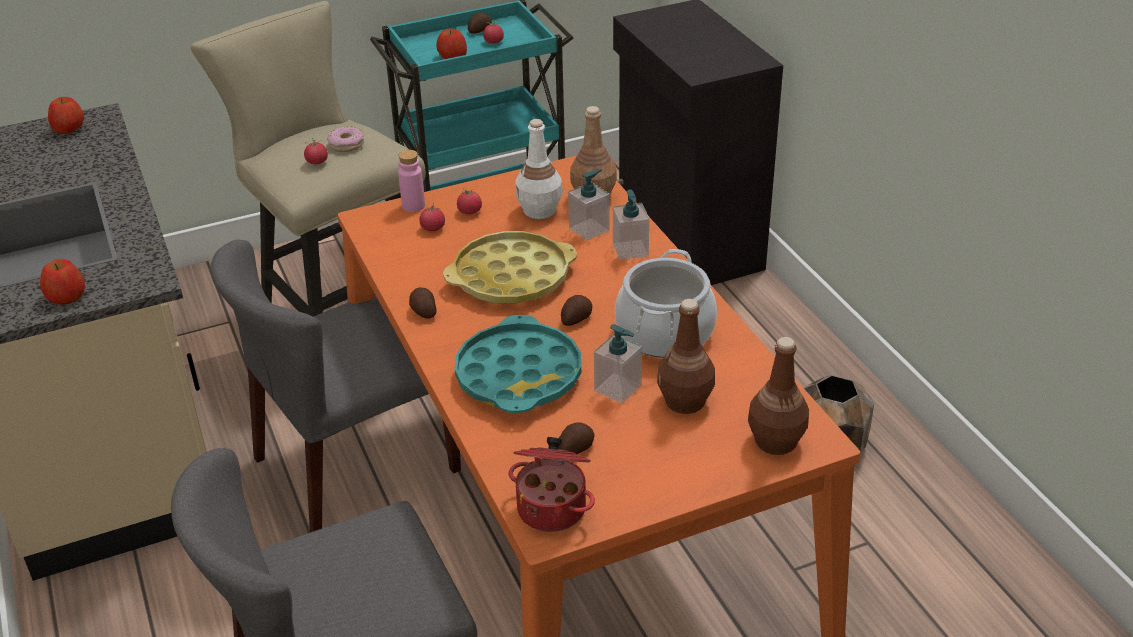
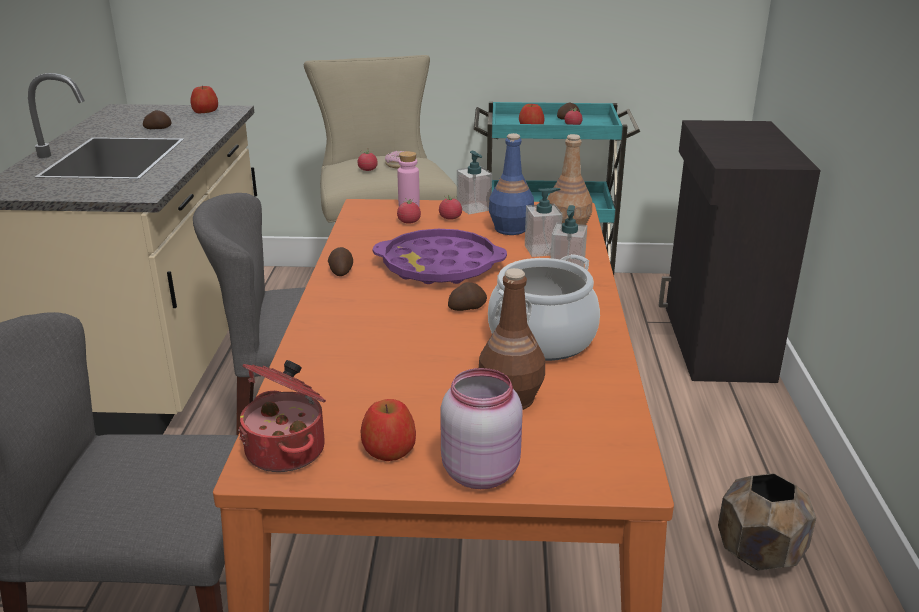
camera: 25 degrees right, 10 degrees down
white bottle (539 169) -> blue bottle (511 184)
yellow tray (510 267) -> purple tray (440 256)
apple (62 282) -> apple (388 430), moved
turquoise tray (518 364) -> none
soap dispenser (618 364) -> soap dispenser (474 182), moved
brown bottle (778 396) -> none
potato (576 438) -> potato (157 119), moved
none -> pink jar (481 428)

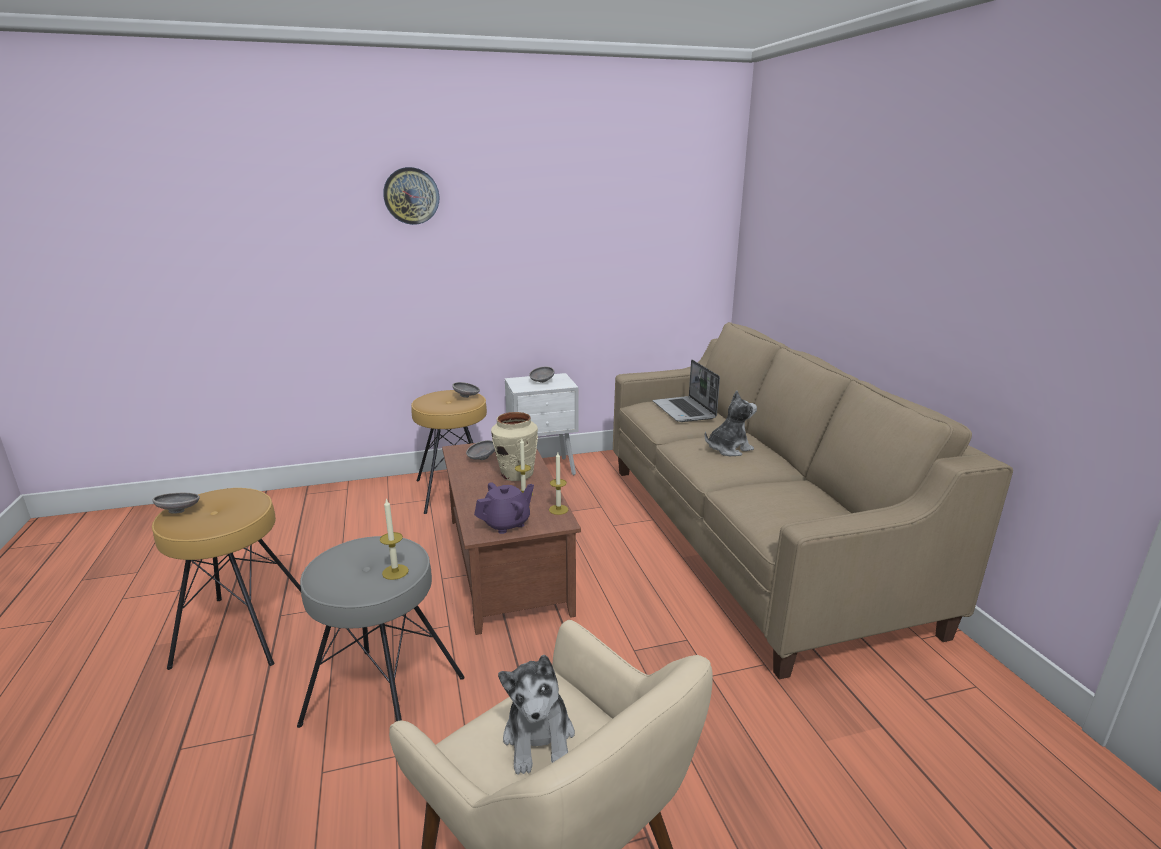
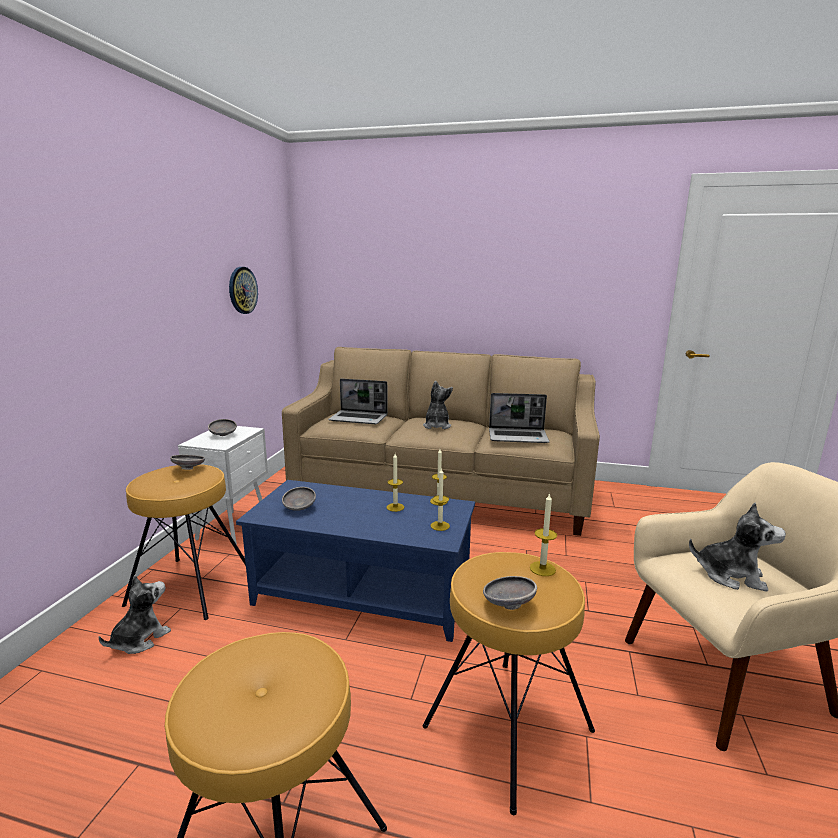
camera: 60 degrees left, 5 degrees down
wall clock (411 196) -> wall clock (243 290), moved
beige vase (514 446) -> none
brown coffee table (511 539) -> blue coffee table (355 561)
purple teapot (504 508) -> candle (440 499)
grey bowl (176 503) -> grey bowl (510 593), moved
grey stool (381 632) -> brown stool (509 683)
none -> laptop (519 418)
none -> plush toy (134 614)

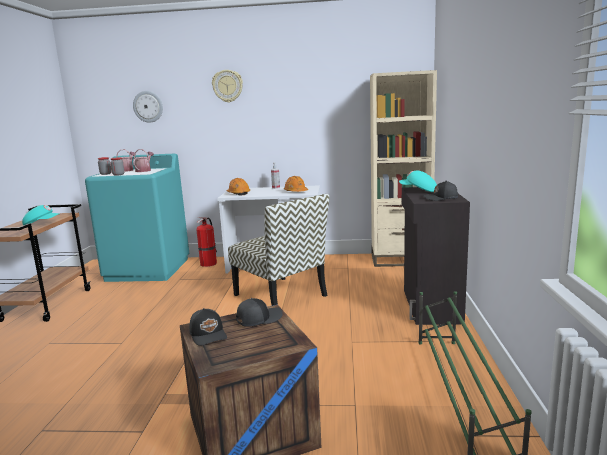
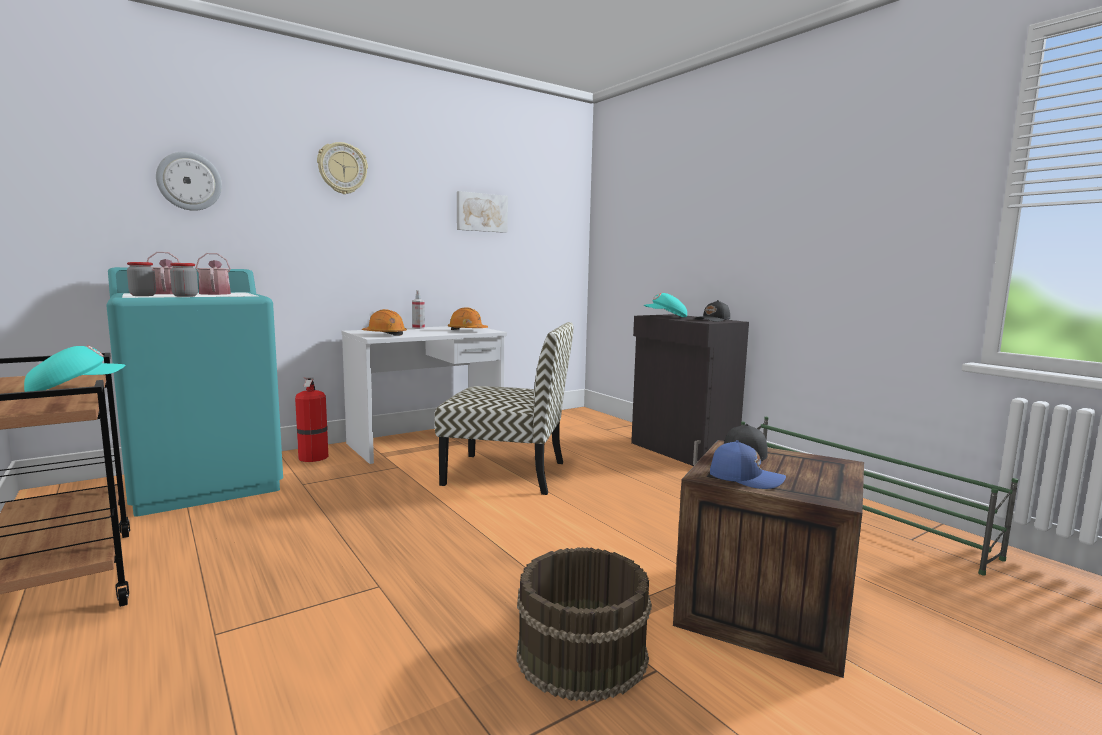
camera: 40 degrees left, 5 degrees down
beige bookcase (403 168) -> none
black cap (208 327) -> blue cap (748 464)
none -> picture (482 212)
none -> brown bucket (584 624)

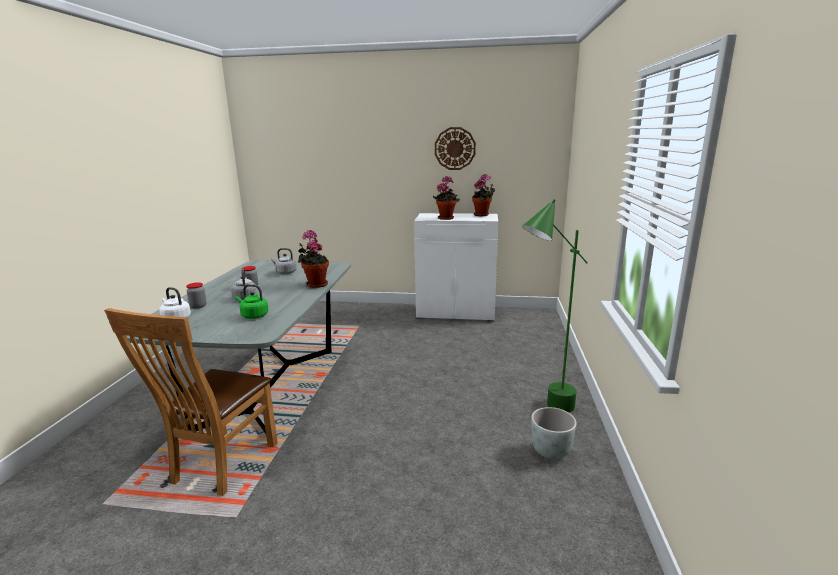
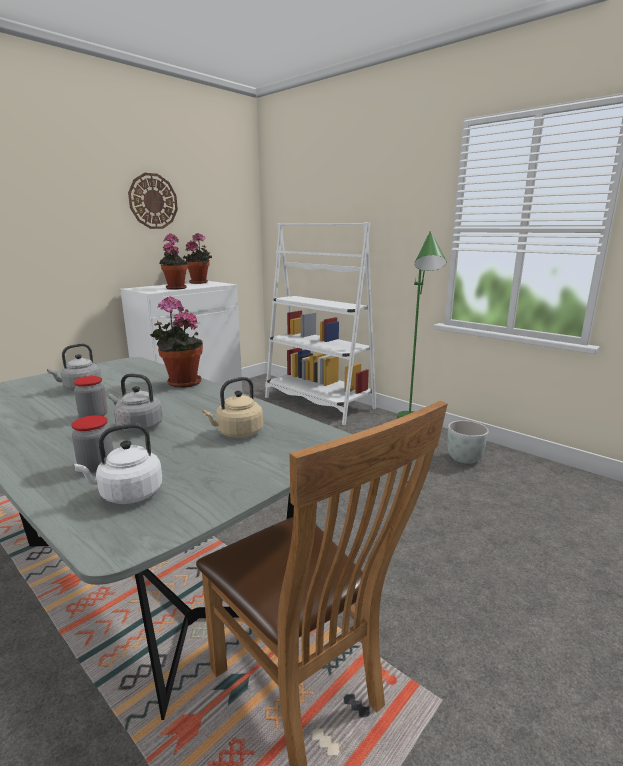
camera: 55 degrees left, 0 degrees up
green kettle (252 301) -> beige kettle (232 407)
none -> white bookcase (320 323)

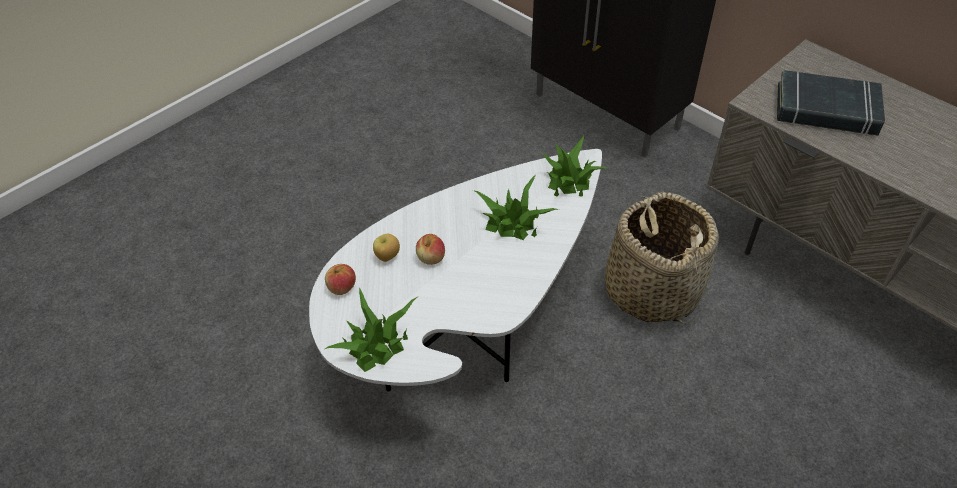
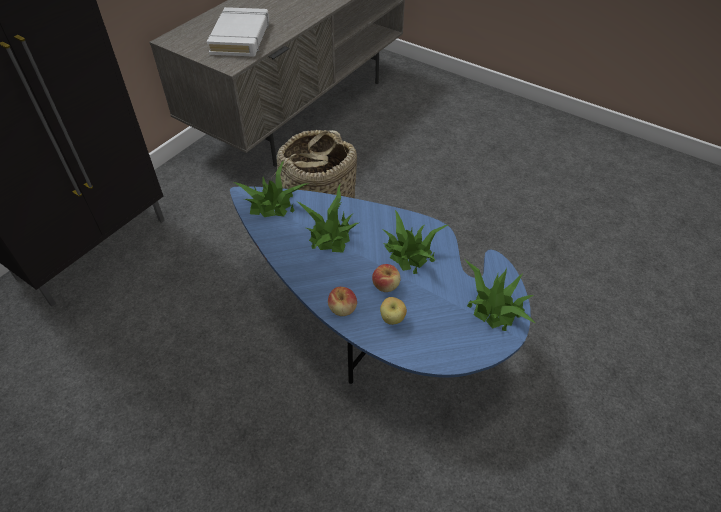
camera: 100 degrees left, 0 degrees up
black book (831 103) -> white book (238 32)
white coffee table (455 270) -> blue coffee table (380 285)
apple (340 279) -> apple (342 301), moved
none -> potted plant (415 242)

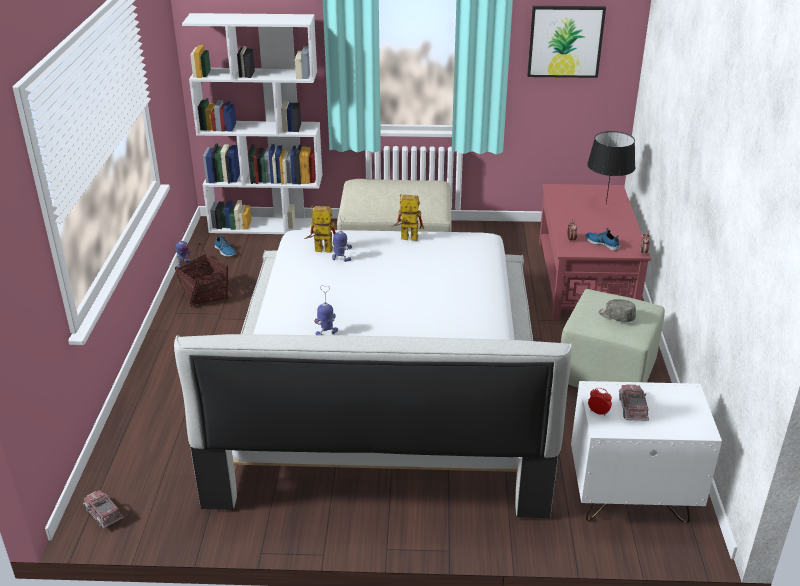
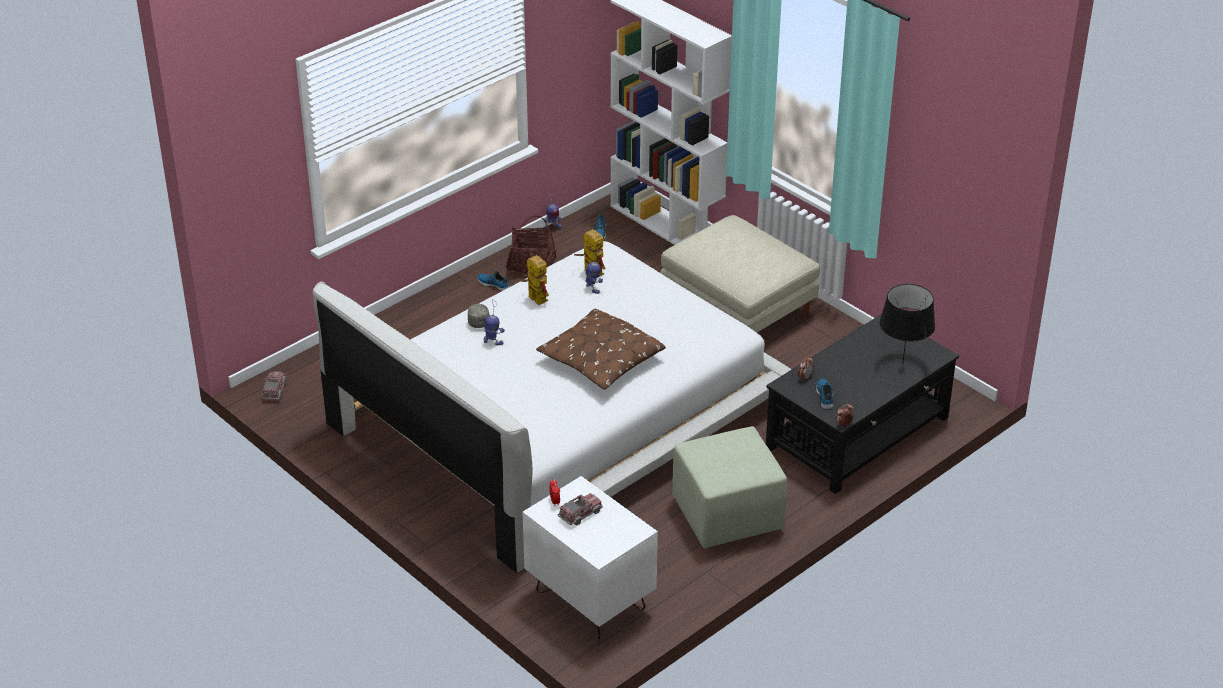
camera: 45 degrees right, 5 degrees up
picture (566 42) -> none
red coffee table (595 251) -> black coffee table (862 404)
toy robot (407 217) -> toy robot (533 279), moved
grey cap (617 310) -> grey cap (478 316), moved
none -> shoe (493 280)
none -> brown pillow (601 349)

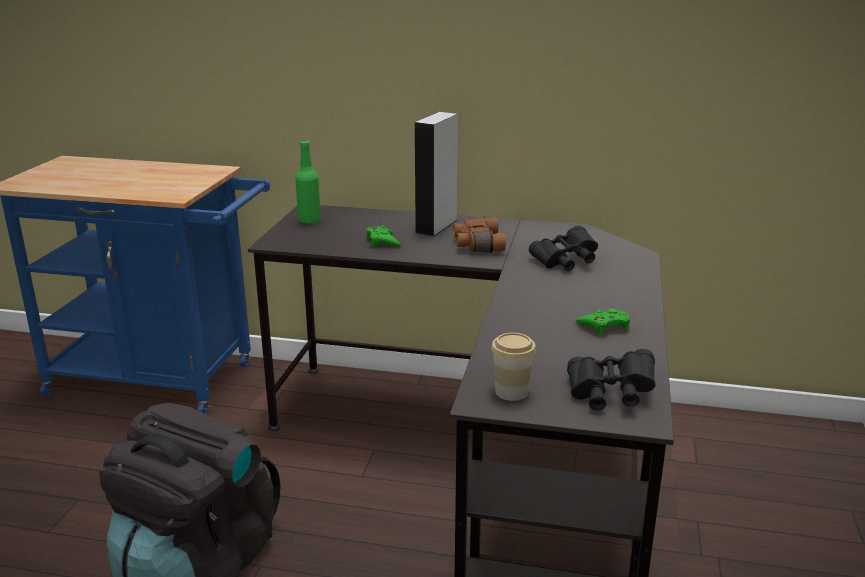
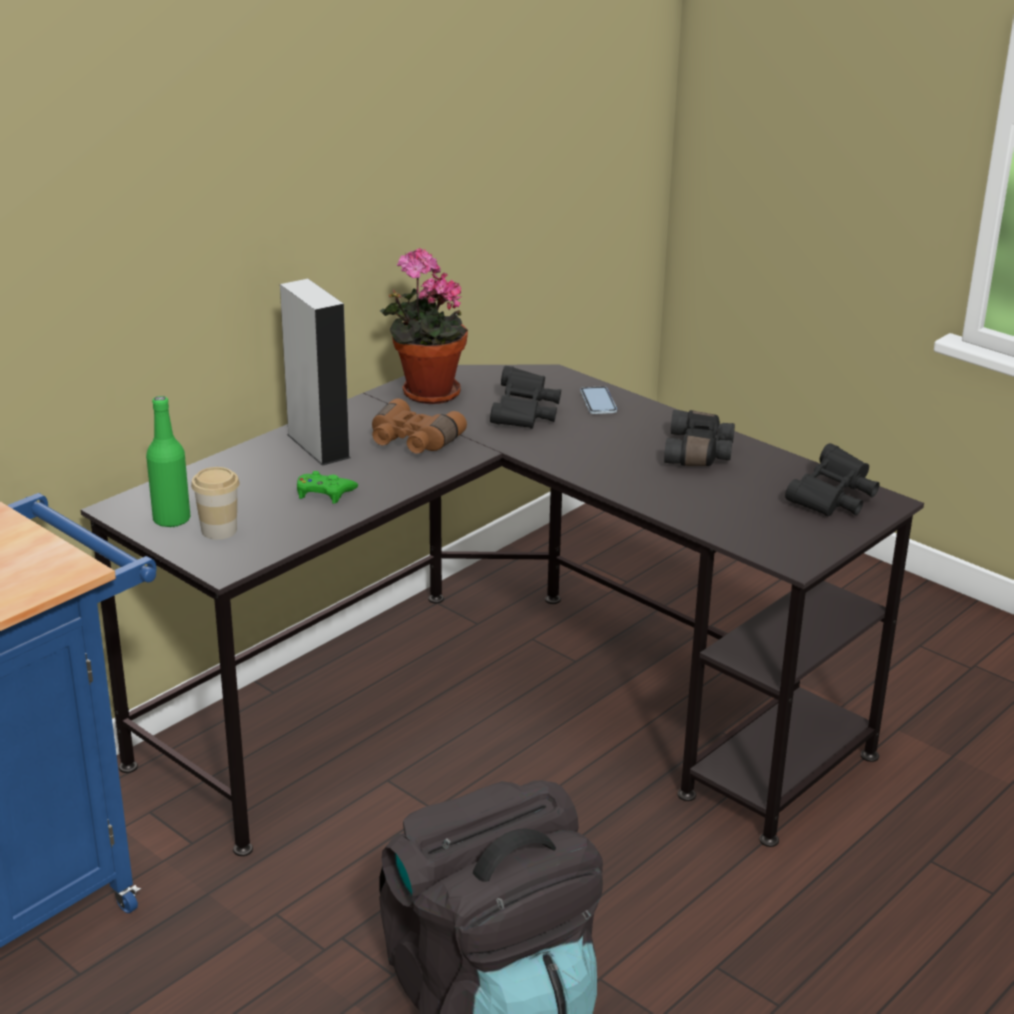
camera: 60 degrees left, 5 degrees up
green game controller (603 322) -> black binoculars (699 438)
cup (513 367) -> cup (215 503), moved
none -> potted plant (424 326)
none -> phone (598 400)

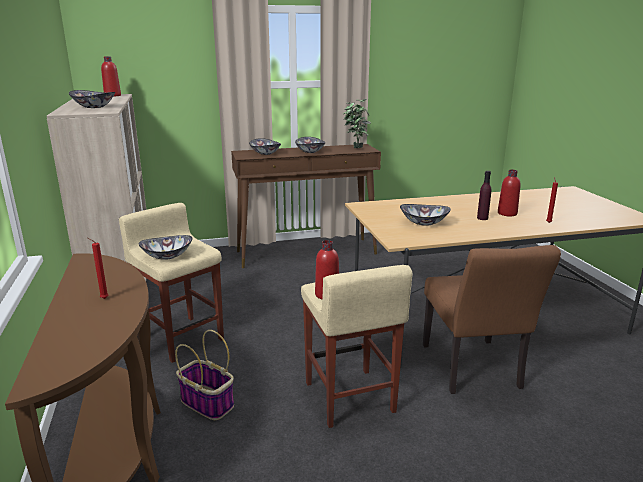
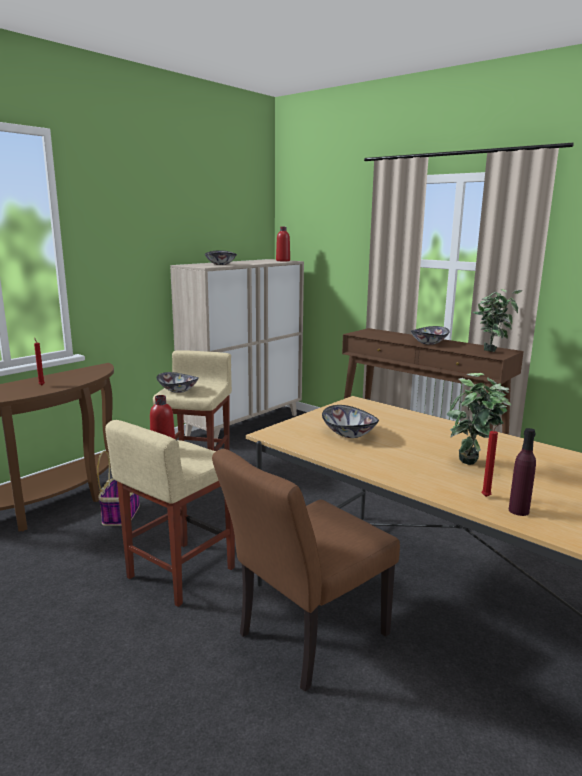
camera: 55 degrees right, 5 degrees down
bowl (265 146) -> none
red bottle (509 193) -> potted plant (479 419)
purple bottle (484 195) -> purple bottle (522 472), moved

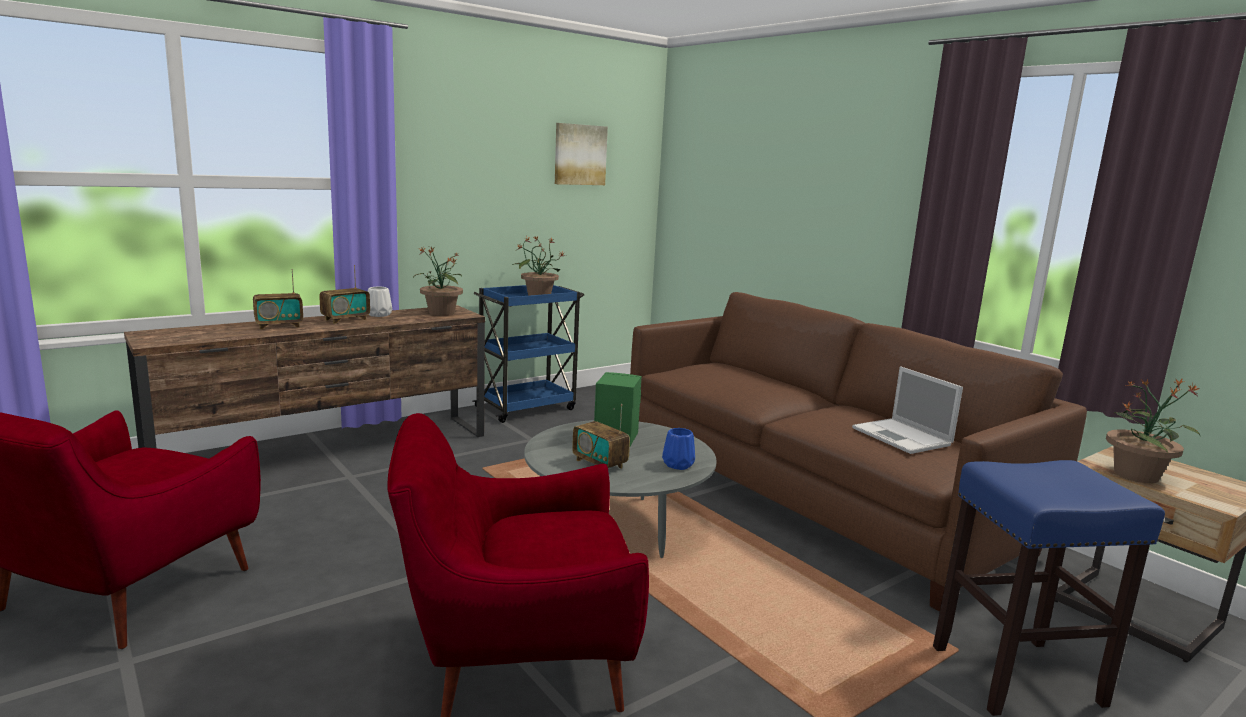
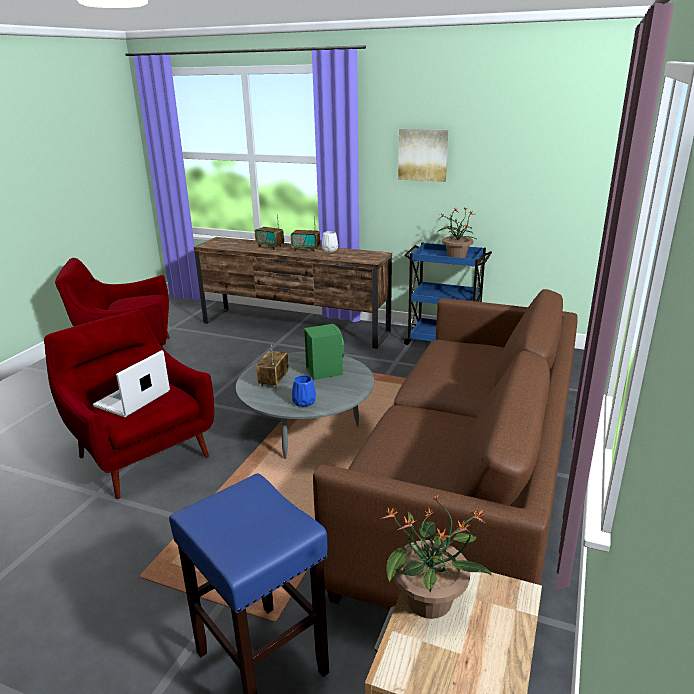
camera: 60 degrees right, 10 degrees up
picture (581 154) -> picture (423 155), moved
potted plant (438 281) -> none
laptop (907 410) -> laptop (131 383), moved

